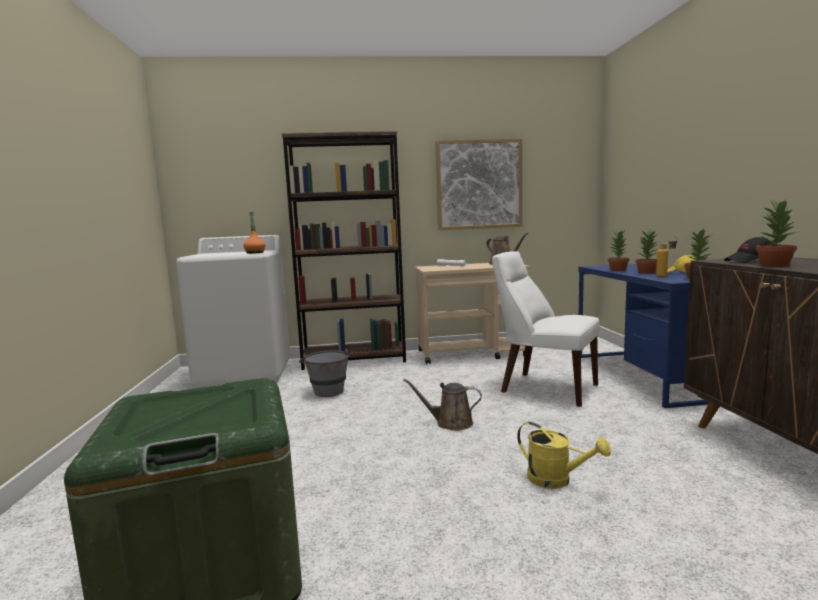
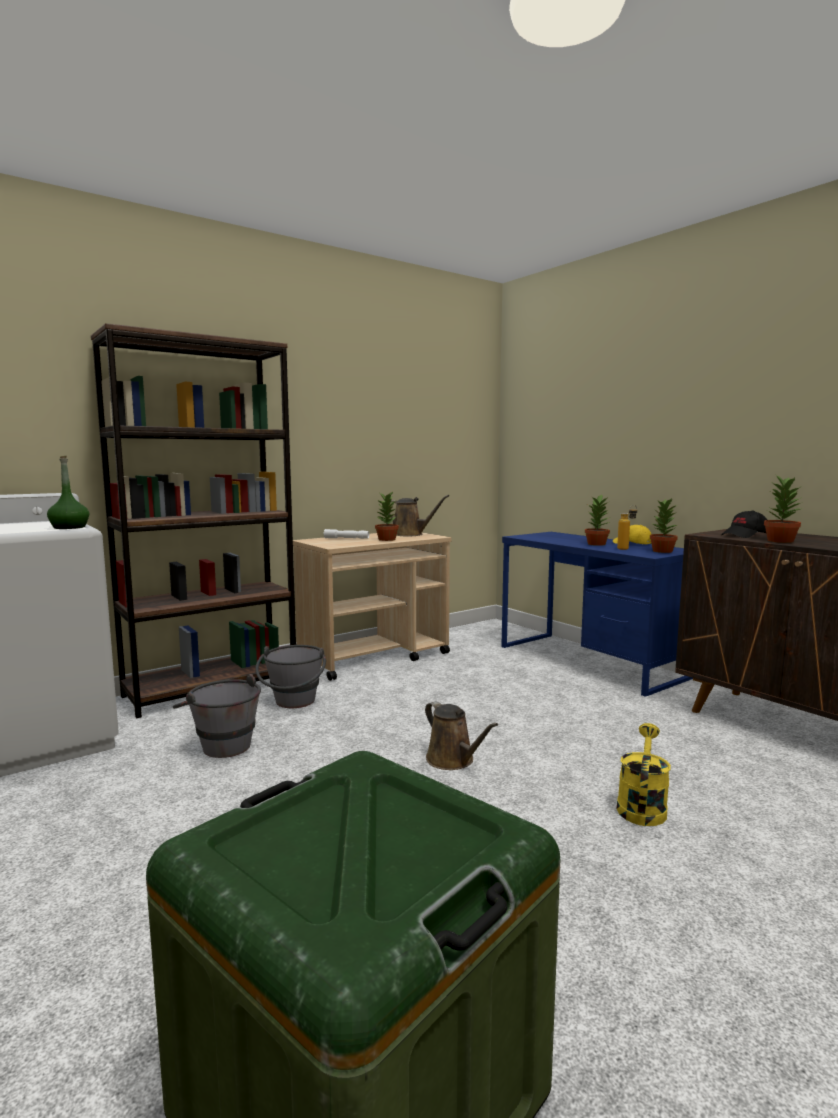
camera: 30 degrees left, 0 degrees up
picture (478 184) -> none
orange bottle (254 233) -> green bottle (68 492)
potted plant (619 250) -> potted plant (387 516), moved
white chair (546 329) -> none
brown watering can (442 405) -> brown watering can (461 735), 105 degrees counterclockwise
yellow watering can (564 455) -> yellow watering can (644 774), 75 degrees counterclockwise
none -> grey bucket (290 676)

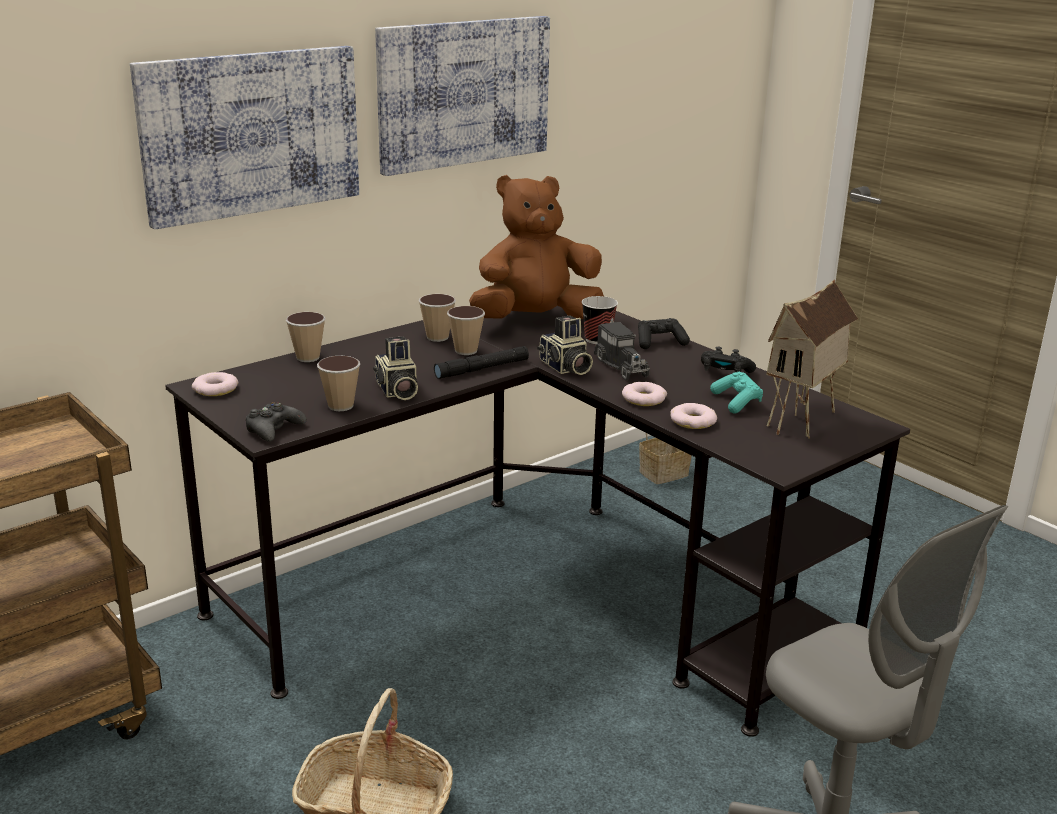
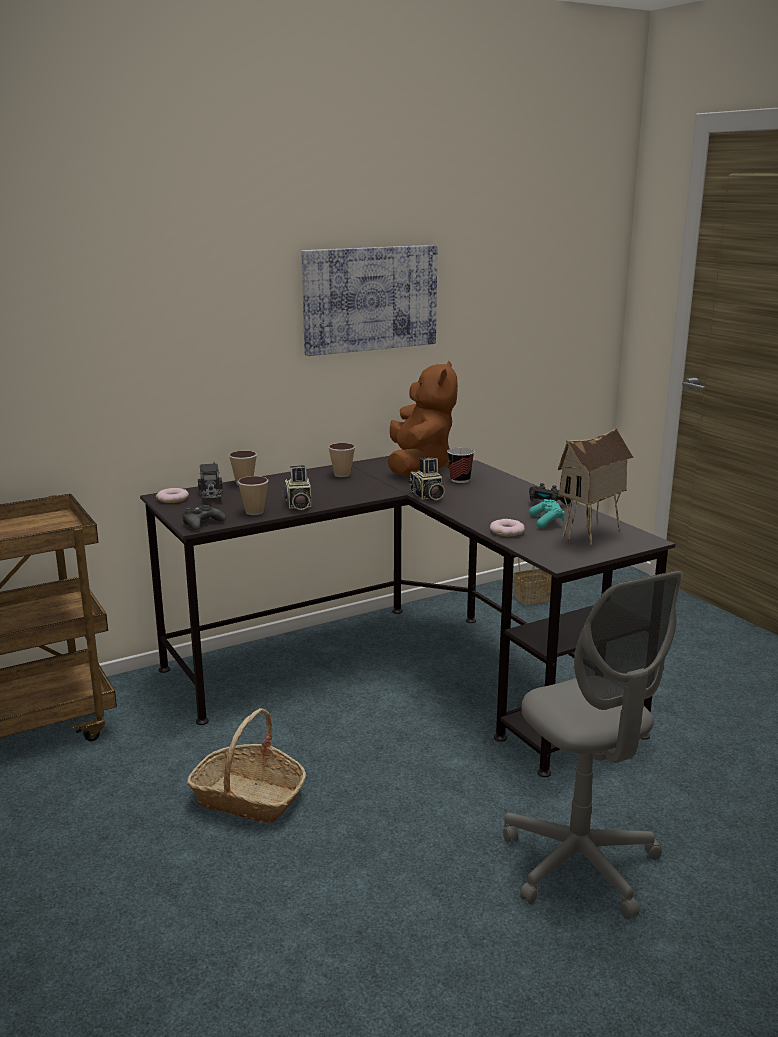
camera: 10 degrees right, 5 degrees down
picture (244 137) -> none
brown plush toy (536 247) -> brown plush toy (422 418), 105 degrees clockwise
cup (466 330) -> none
toy truck (622 349) -> toy truck (210 482), moved
black game controller (664 333) -> none
black flashlight (481 362) -> none
donut (644 394) -> none

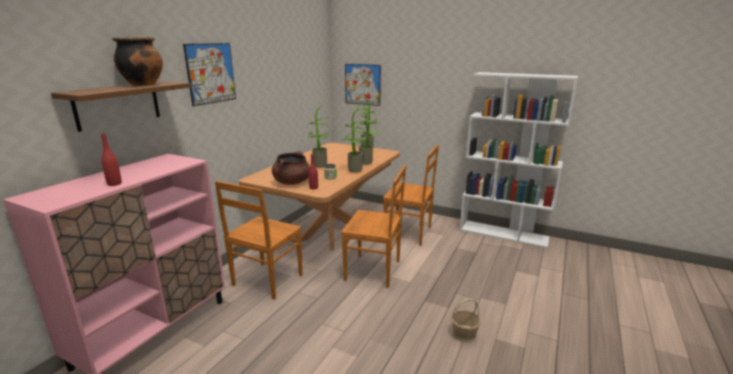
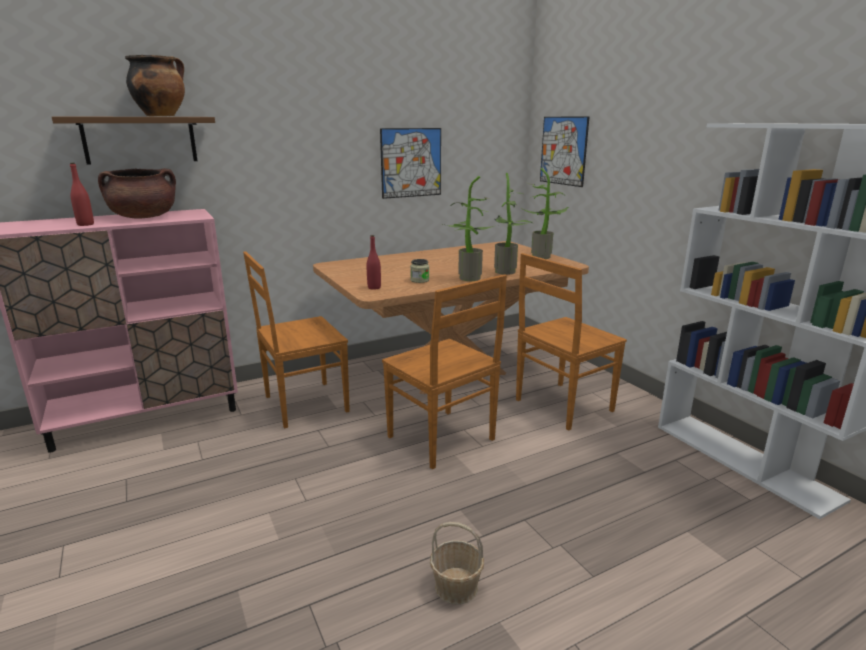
camera: 35 degrees right, 0 degrees up
picture (209 74) -> picture (410 163), moved
potted plant (321 136) -> none
brown chair (411 195) -> brown chair (571 341), 90 degrees clockwise
brown cooking pot (291 168) -> brown cooking pot (137 193), moved

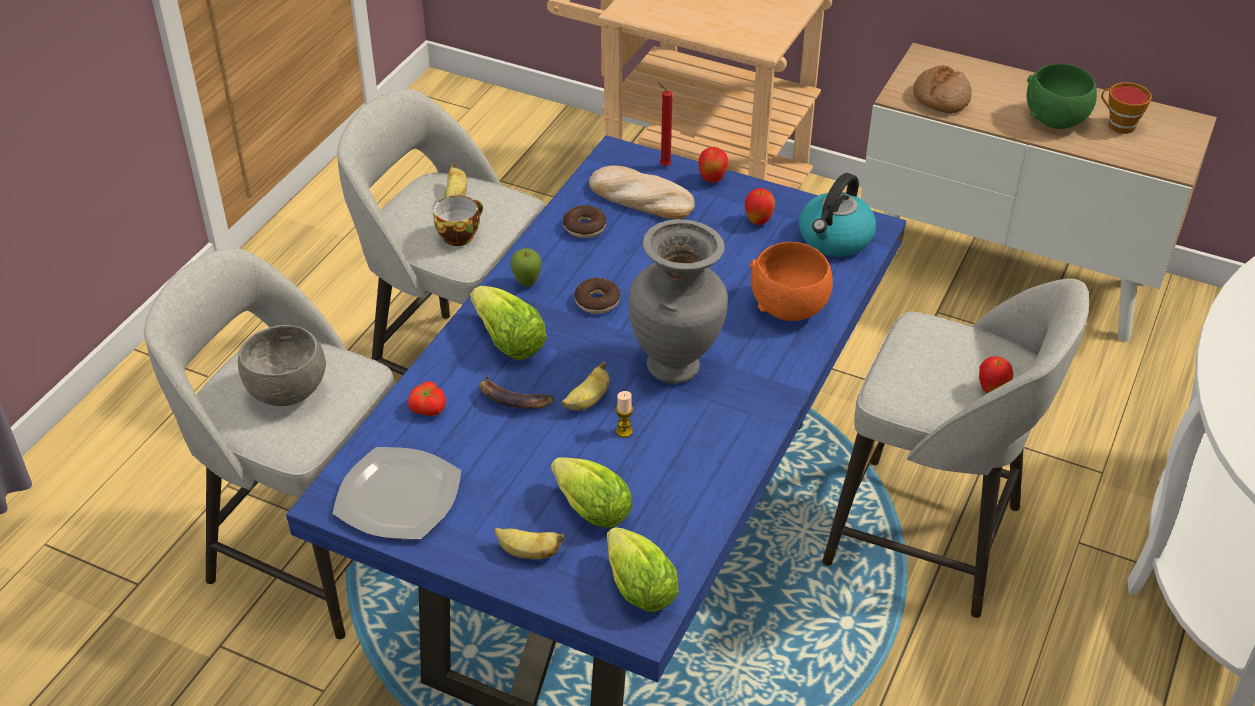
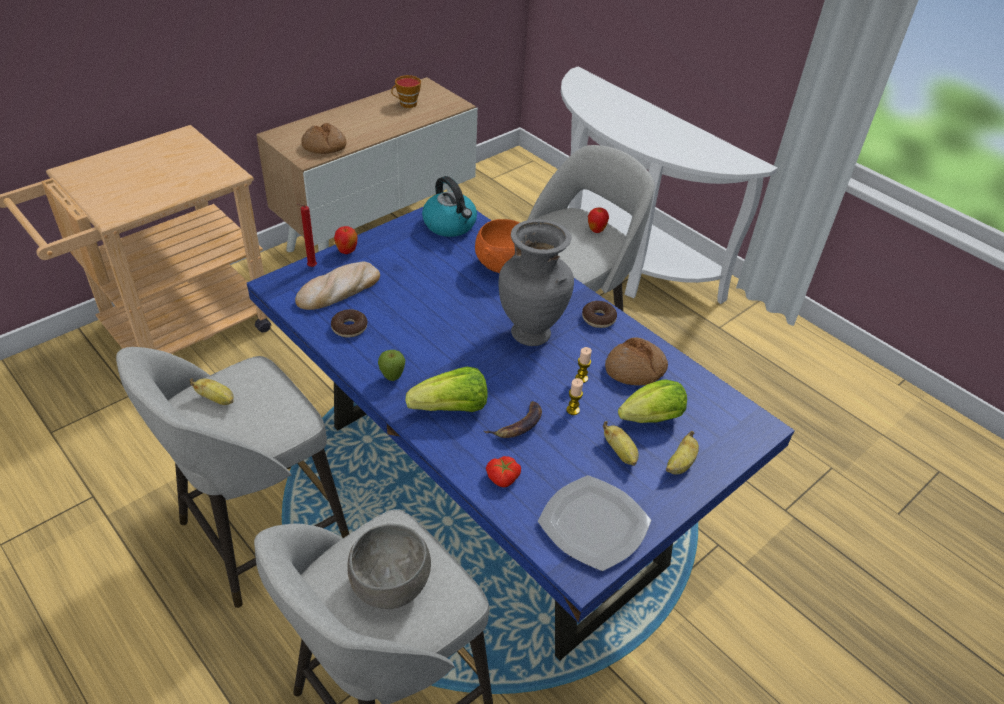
camera: 70 degrees left, 0 degrees up
green bowl (1062 96) -> none
apple (760 206) -> none
cup (458 220) -> none
donut (597 296) -> donut (599 314), moved
banana (586 386) -> banana (621 443), moved
lettuce (643 569) -> none
none -> bread (636 362)
none -> candle (574 396)

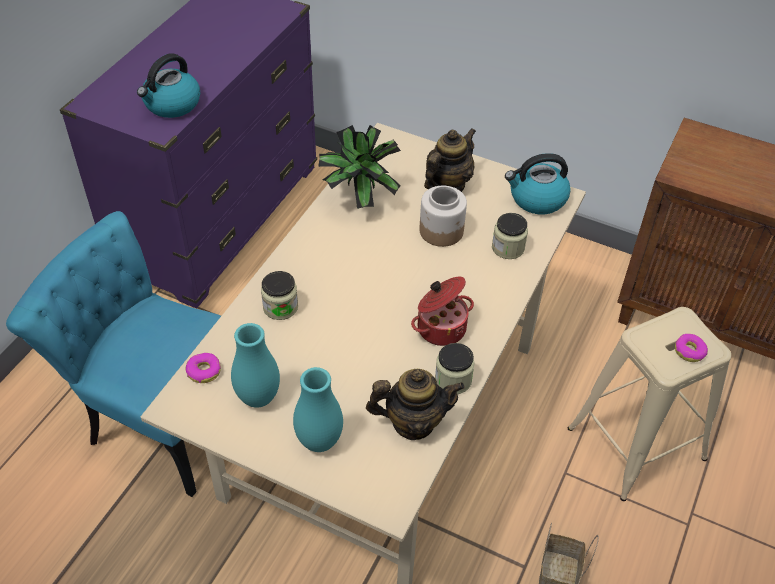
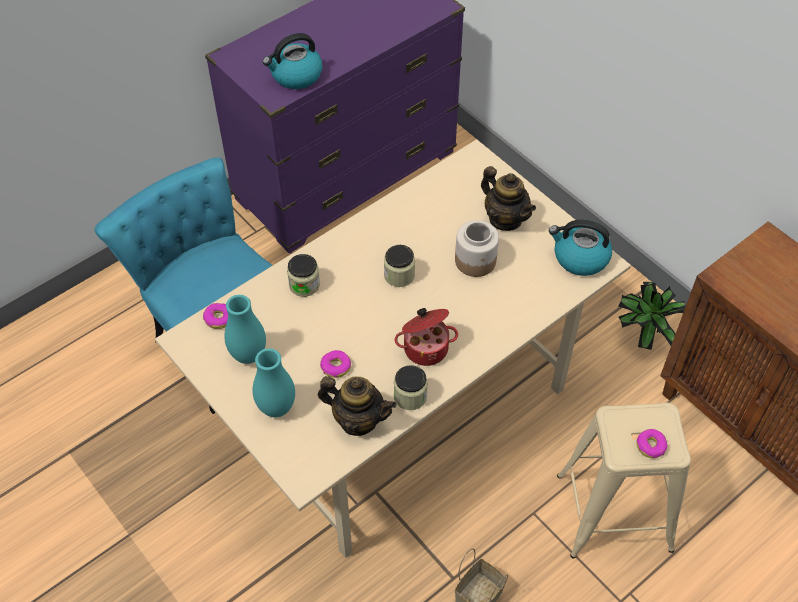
camera: 25 degrees right, 5 degrees up
potted plant (359 167) -> potted plant (652 316), moved
teapot (450 160) -> teapot (508 198), 75 degrees clockwise
jar (510 236) -> jar (399 266), moved
none -> donut (335 364)

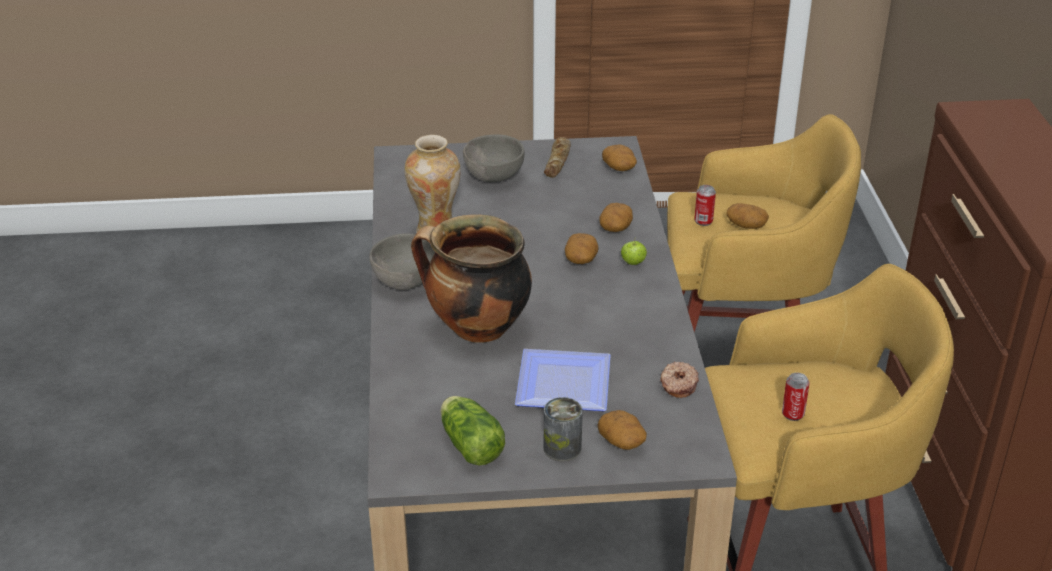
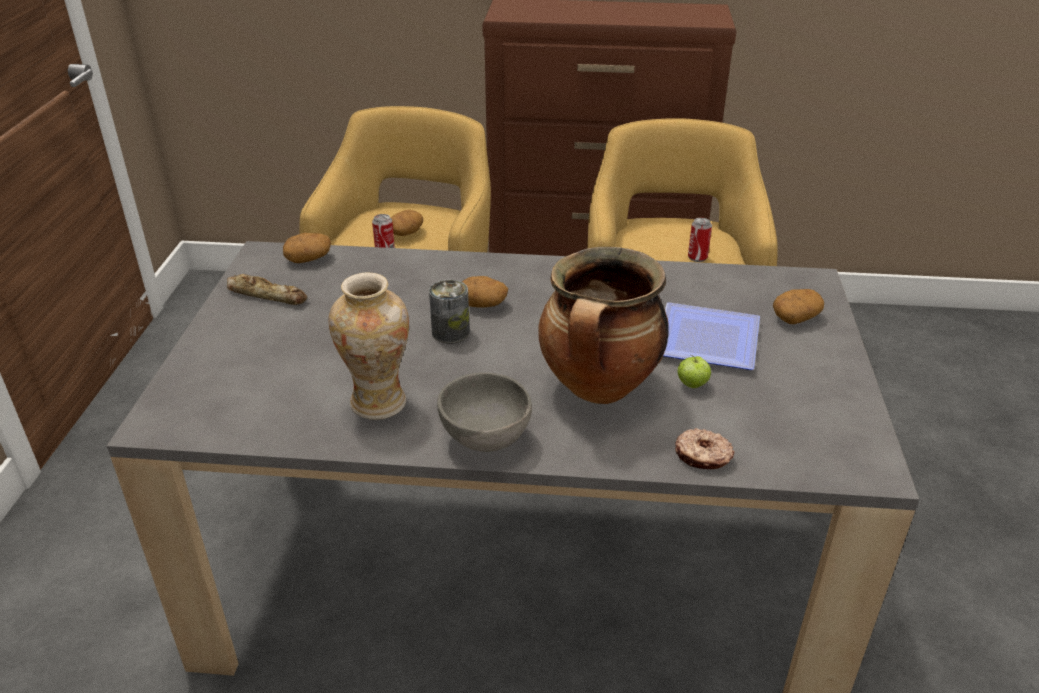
camera: 80 degrees left, 0 degrees up
grey bowl (494 158) -> none
potato (616 217) -> none
apple (634 251) -> apple (694 371), moved
donut (679 379) -> donut (705 448), moved
lettuce (472 430) -> none
can (563 429) -> can (449 311), moved

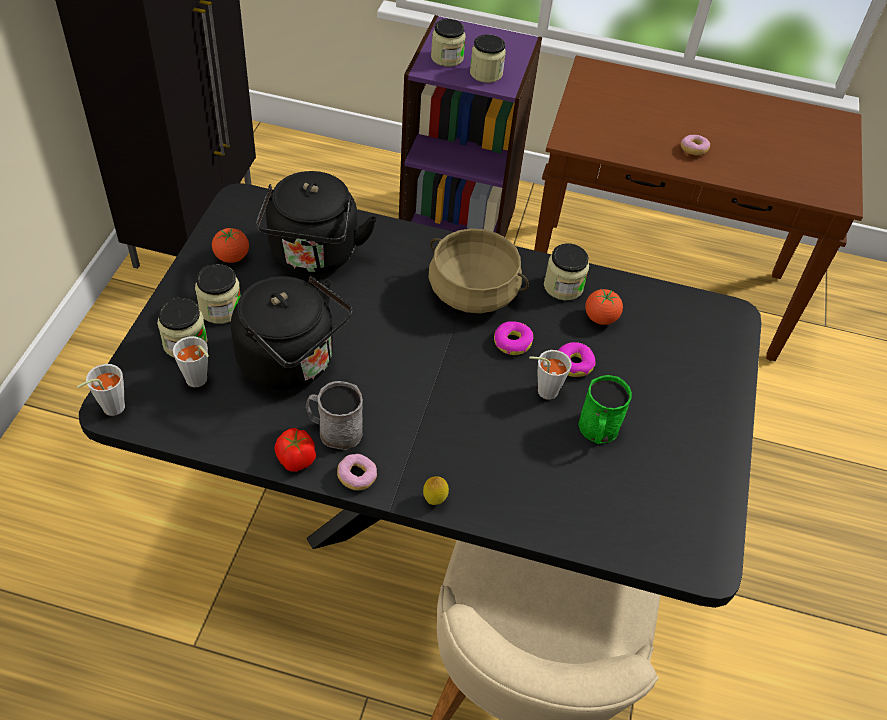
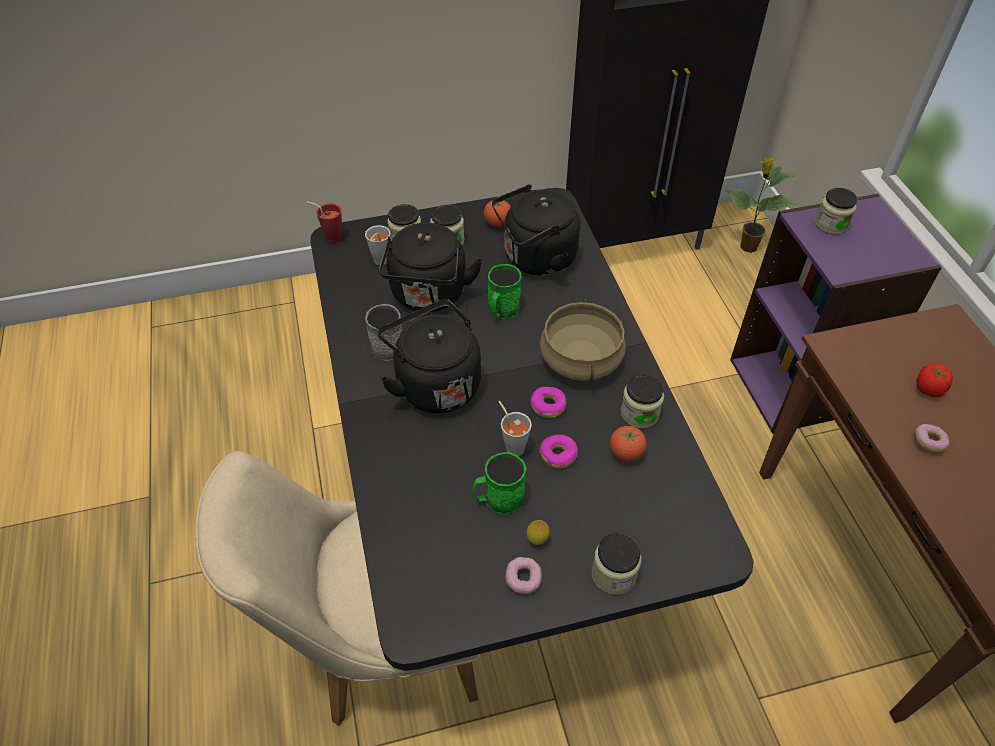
camera: 65 degrees right, 0 degrees up
jar (488 58) -> jar (616 564), moved
grey cup (101 390) -> red cup (324 222)
tomato (295 450) -> tomato (935 380), moved
donut (357 472) -> donut (523 575), moved
lemon (436 490) -> lemon (538 532), moved
none -> potted plant (761 205)
none -> green mug (504 291)
none -> black kettle (429 356)

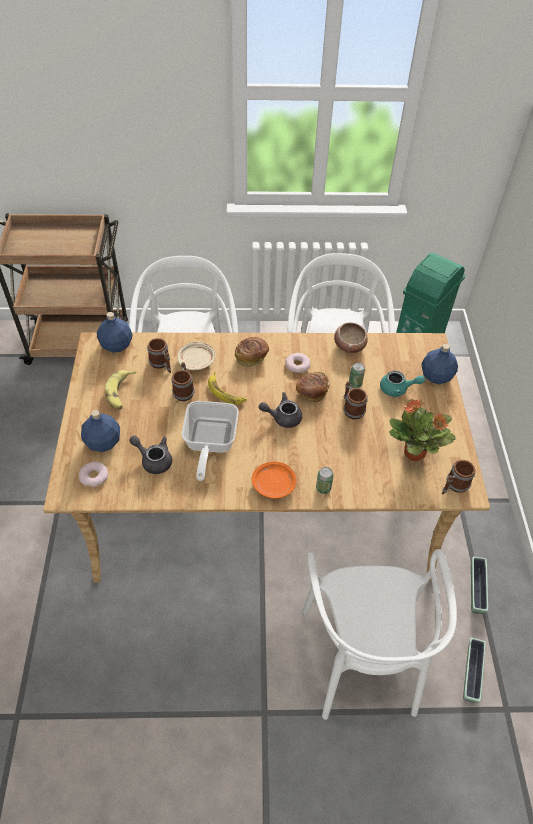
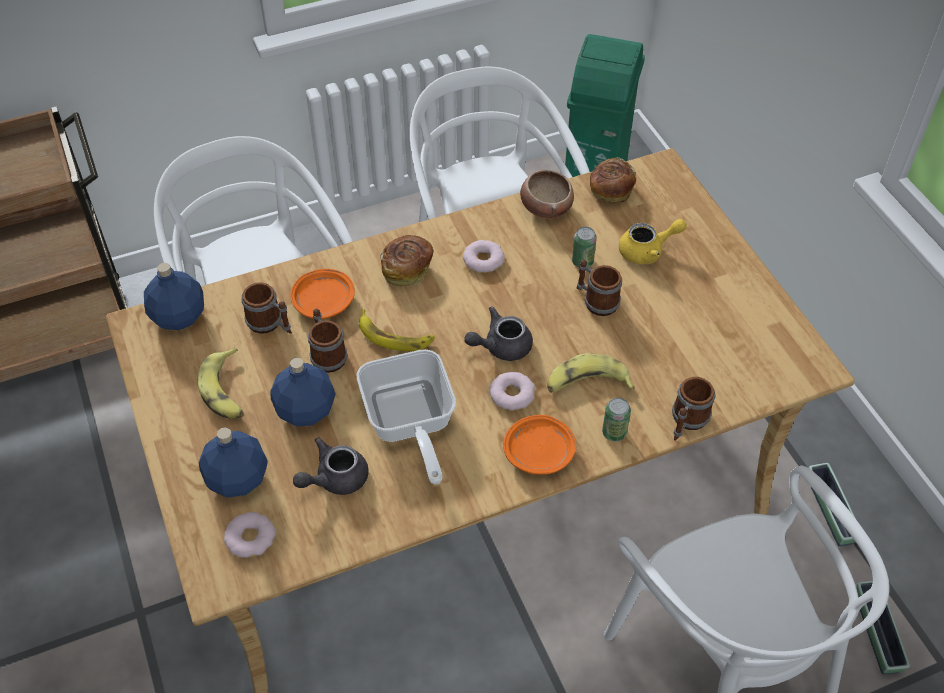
camera: 20 degrees left, 0 degrees up
beige plate (196 356) -> orange plate (322 294)
blue bottle (440 363) -> blue bottle (303 391), moved
turquoise teapot (402 383) -> yellow teapot (653 241)
bread (312 387) -> bread (613 180), moved
potted plant (422 430) -> none
grey teapot (150 455) -> grey teapot (331 466), 45 degrees counterclockwise
mug (459 477) -> mug (693 409), moved
none -> banana (591 373)
none -> donut (512 391)

